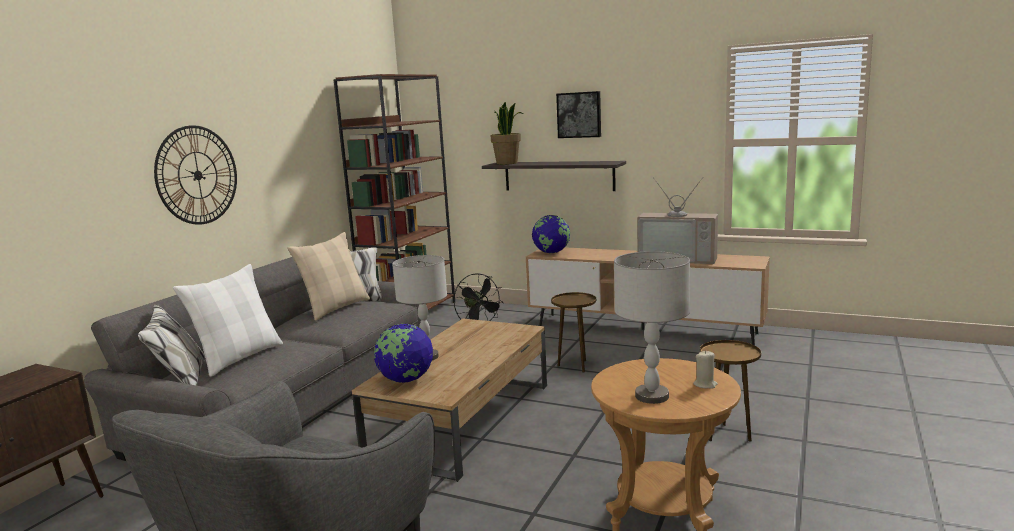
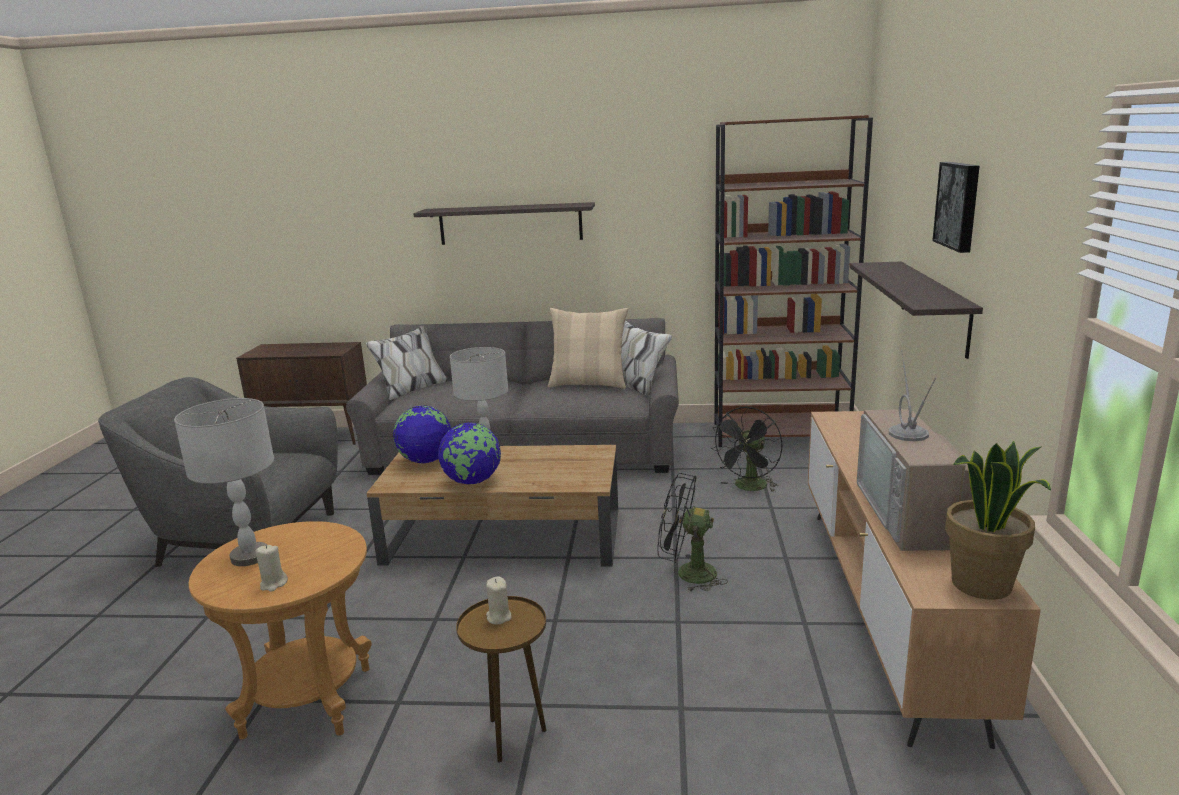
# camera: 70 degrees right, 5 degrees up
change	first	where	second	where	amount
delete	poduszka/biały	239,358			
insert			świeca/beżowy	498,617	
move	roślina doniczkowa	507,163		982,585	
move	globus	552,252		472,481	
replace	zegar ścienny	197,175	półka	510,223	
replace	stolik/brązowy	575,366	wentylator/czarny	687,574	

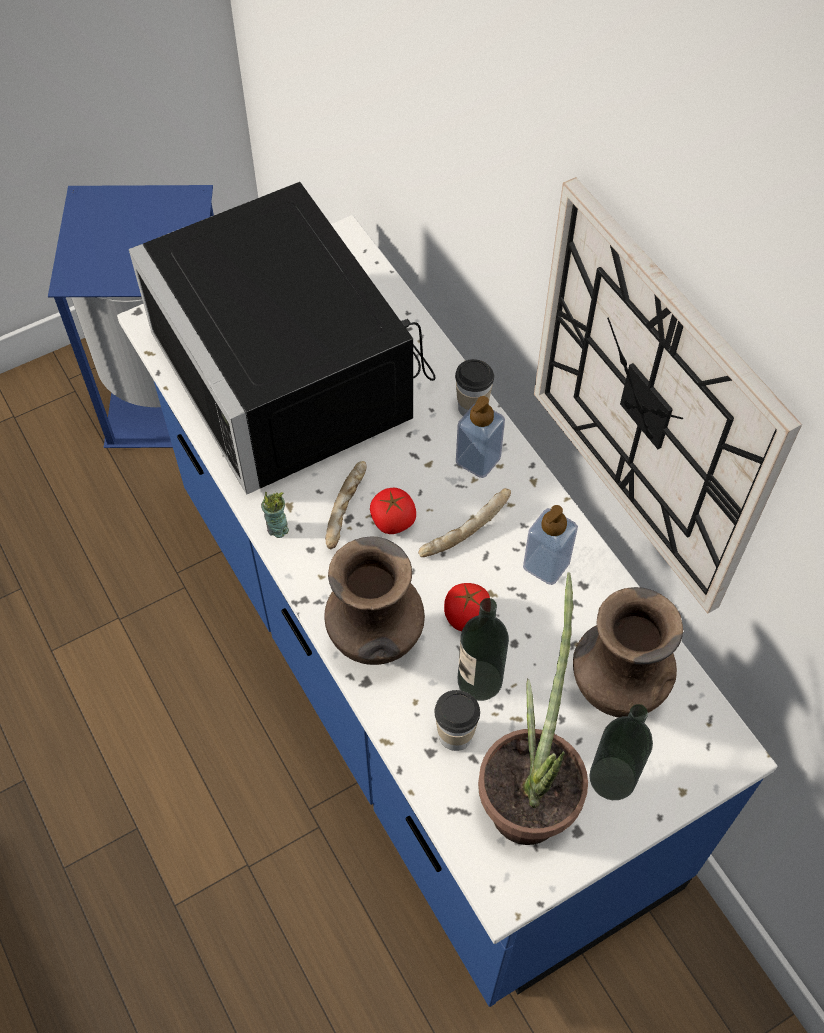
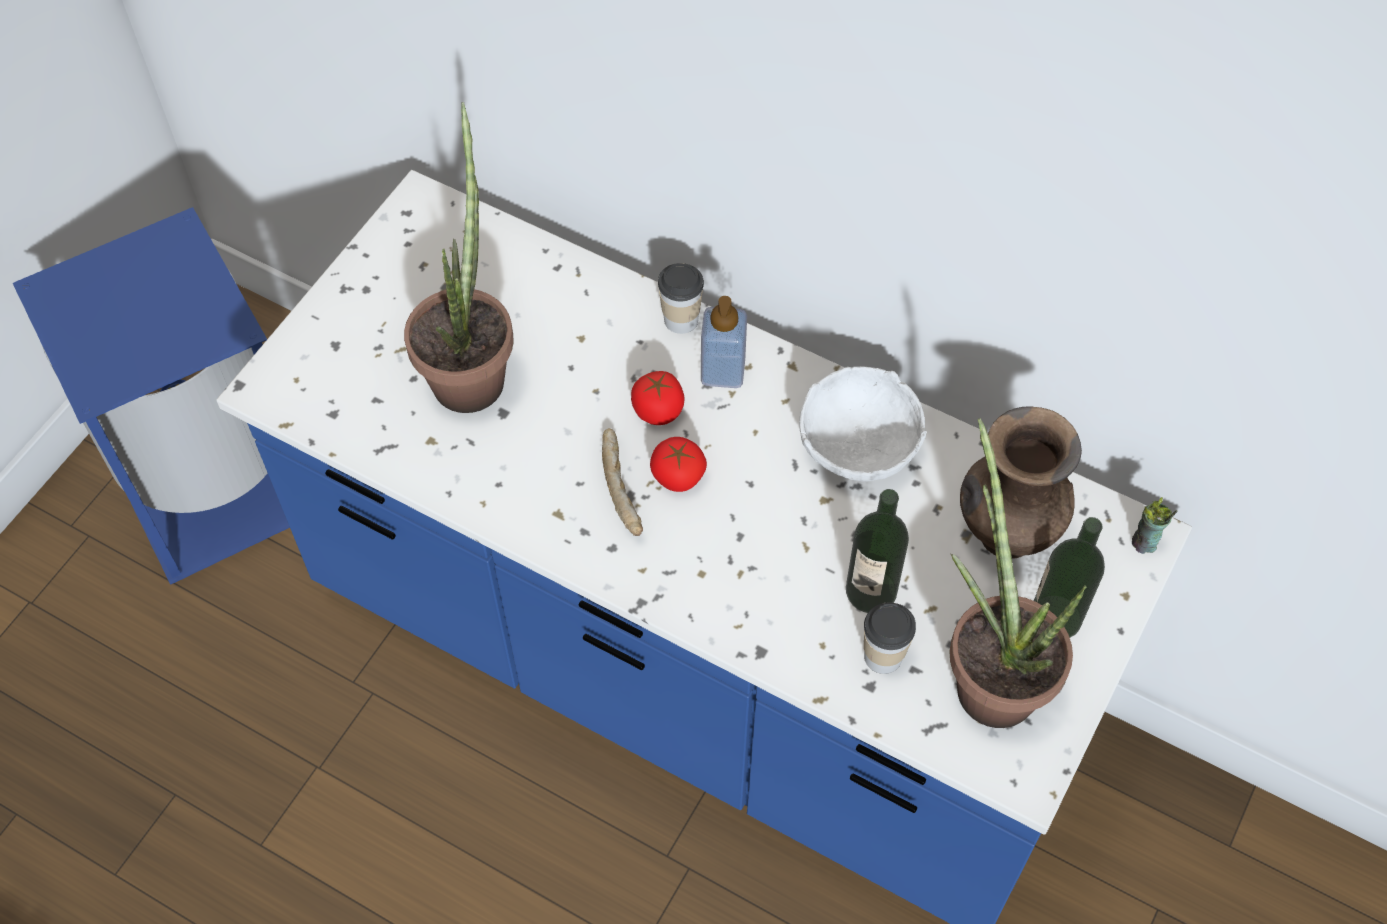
# camera: 30 degrees left, 0 degrees up
change	first	where	second	where	amount
delete	wazon/brązowy	376,644			
delete	chleb	464,528			
delete	zegar ścienny	651,403			
move	filiżanka	277,529		1144,543	
move	pomidor	466,616		658,410	
replace	mikrofalówka/czarny	299,373	roślina doniczkowa	472,369	
replace	dozownik mydła	546,565	miska/biały	860,444	

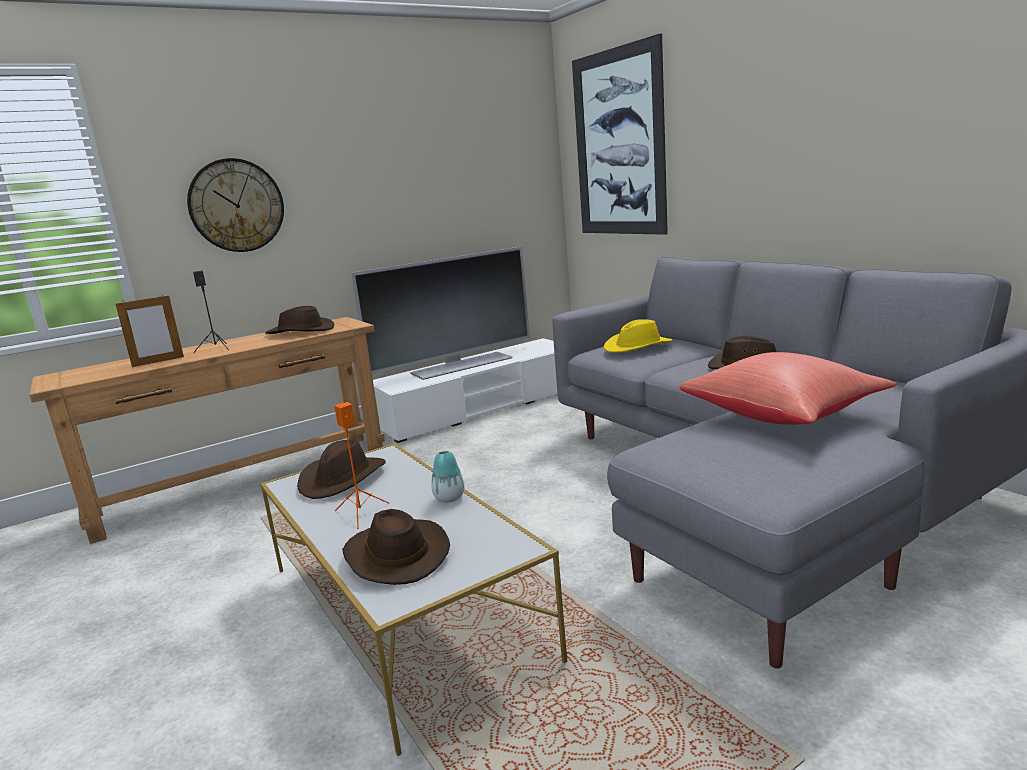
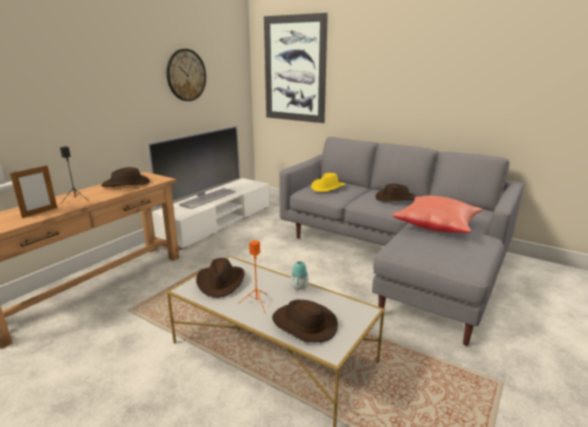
# camera: 25 degrees left, 5 degrees up
change	first	where	second	where	amount
move	zegar ścienny	236,205		186,75	

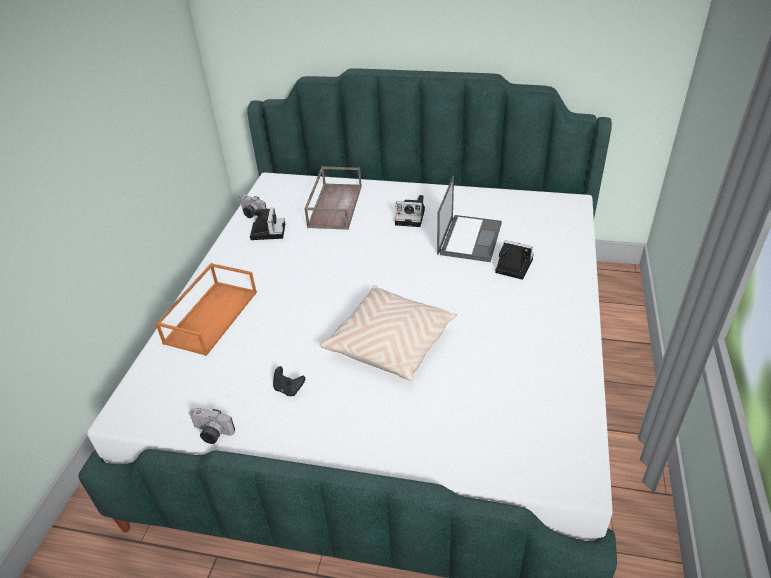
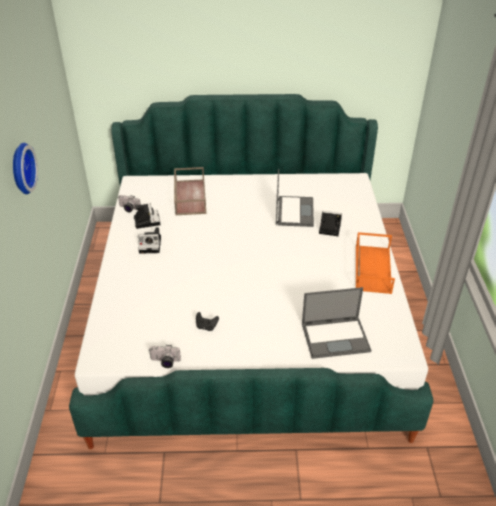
# camera: 15 degrees left, 0 degrees up
change	first	where	second	where	amount
delete	poduszka/beżowy	390,343			
insert			zegar ścienny	20,168	
insert			laptop	336,337	
move	taca/pomarańczowy	211,316		372,268	
move	aparat fotograficzny	411,217		151,245	

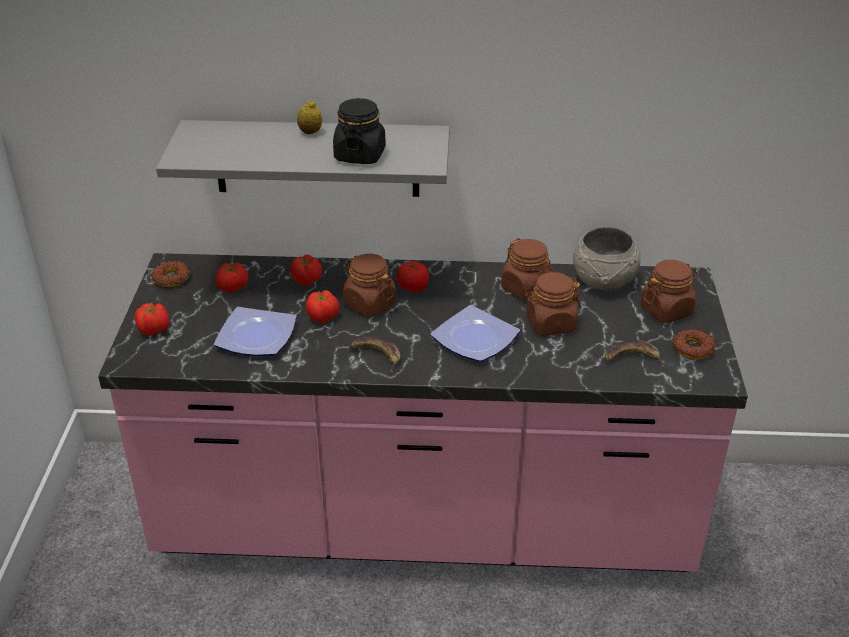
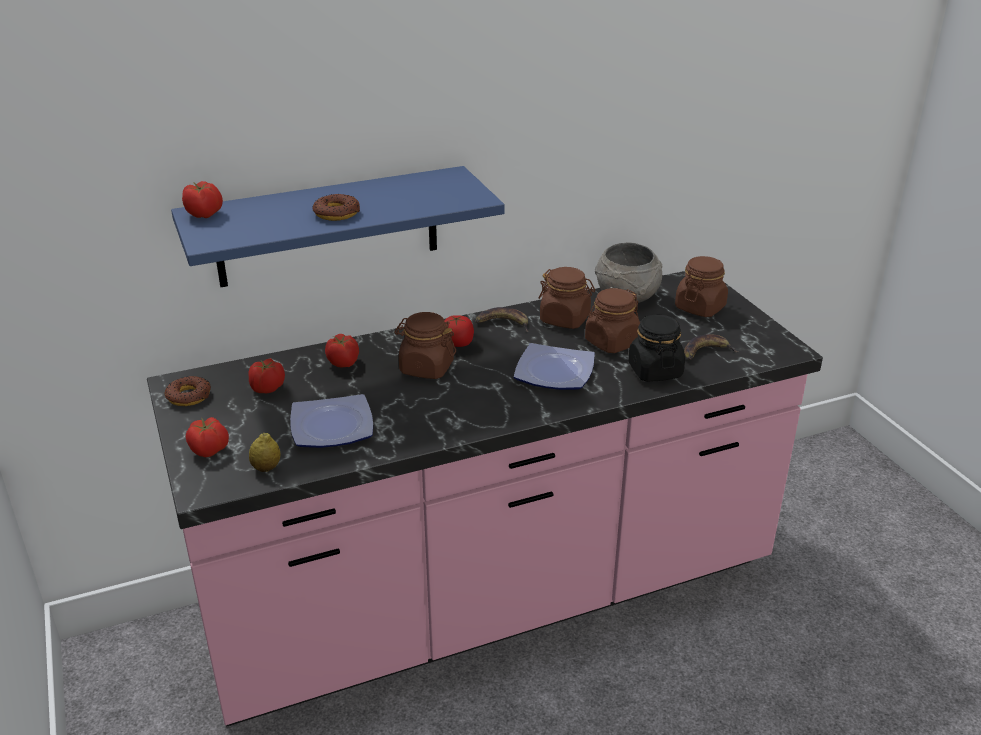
# camera: 25 degrees left, 5 degrees down
change	first	where	second	where	amount
move	cytryna	310,132		266,468	
move	pomidor	323,317		205,214	
move	słoik/czarny	360,155		654,370	
move	banan	376,355		502,323	
move	donut	693,348		337,213	
recolor	półka/szary	316,158	półka/niebieski	328,227	

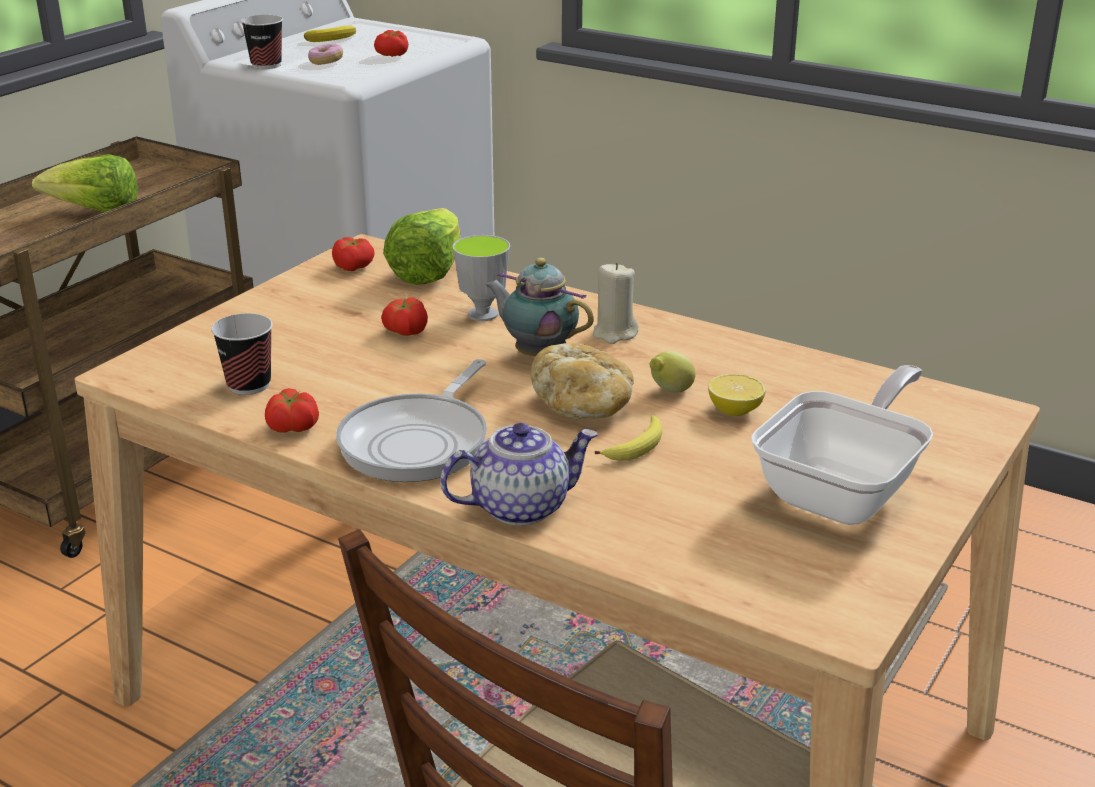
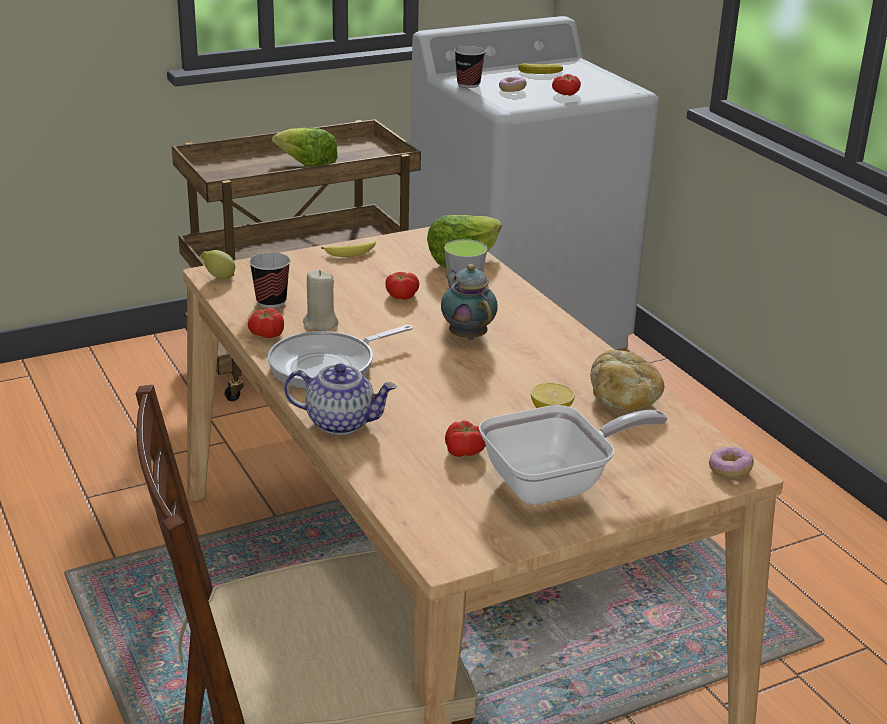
# camera: 30 degrees right, 0 degrees up
change	first	where	second	where	amount
insert			donut	729,470	
move	pomidor	354,267		465,451	
move	chleb	583,406		624,400	
move	świeca/beżowy	614,333		320,323	
move	banan	636,447		351,253	
move	cytryna	670,392		219,278	

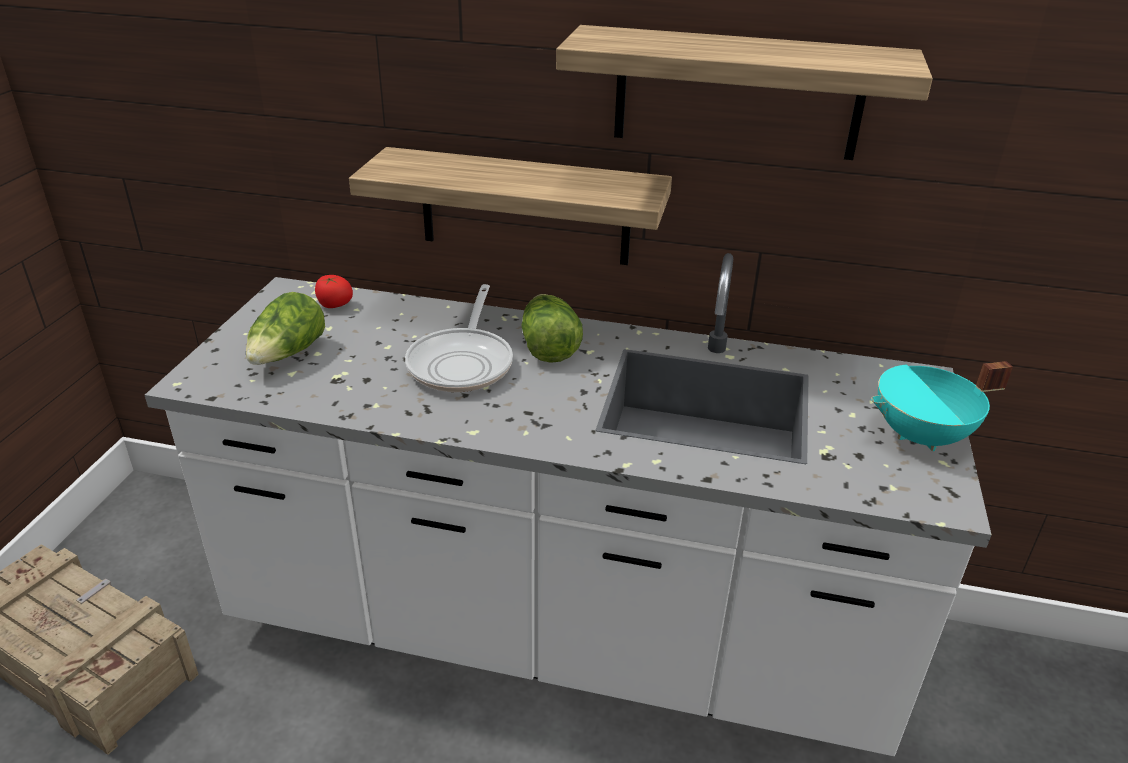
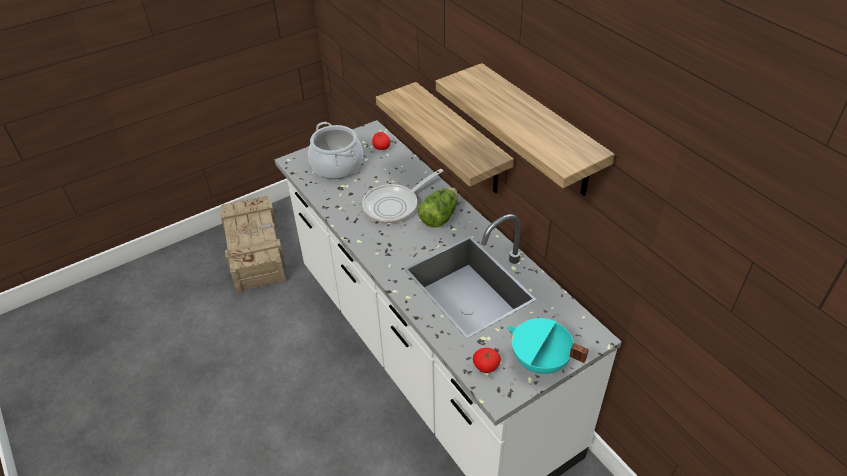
# camera: 45 degrees right, 10 degrees up
change	first	where	second	where	amount
insert			pomidor	485,366	
replace	sałata	288,354	garnek	337,165	

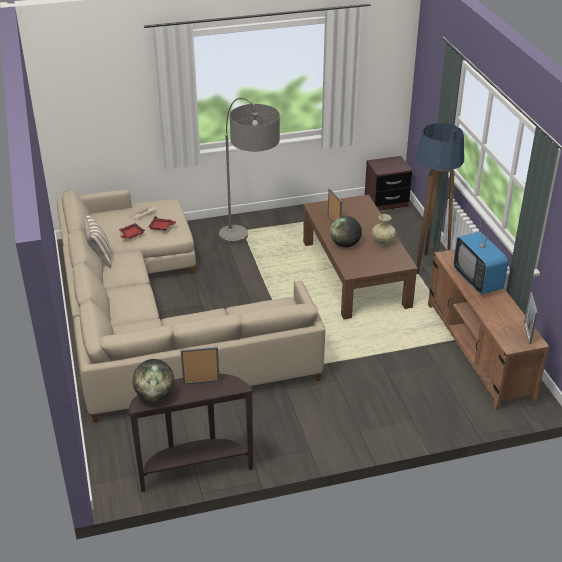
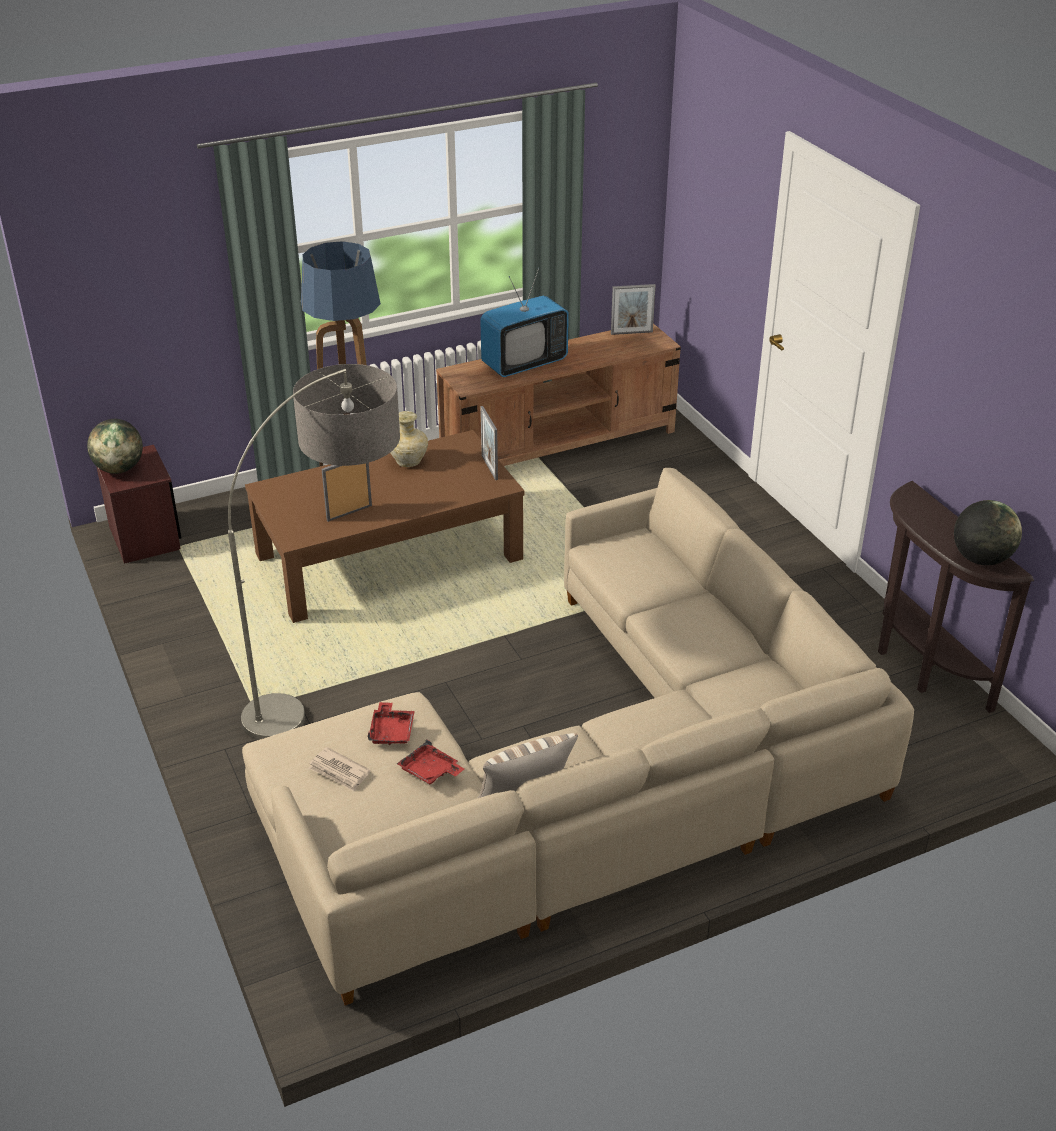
# camera: 100 degrees left, 0 degrees up
change	first	where	second	where	amount
move	ramka na zdjęcie	201,382		489,467	
move	globus	345,244		119,469	

